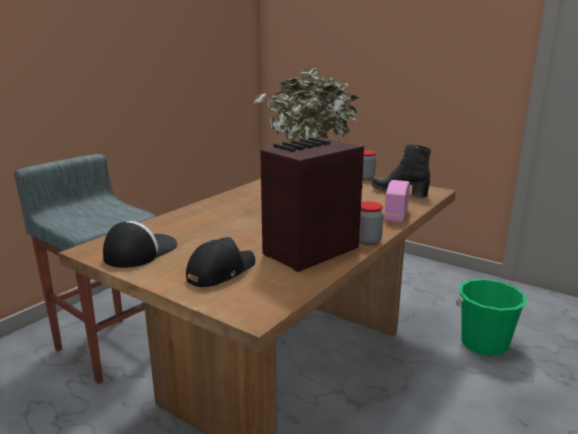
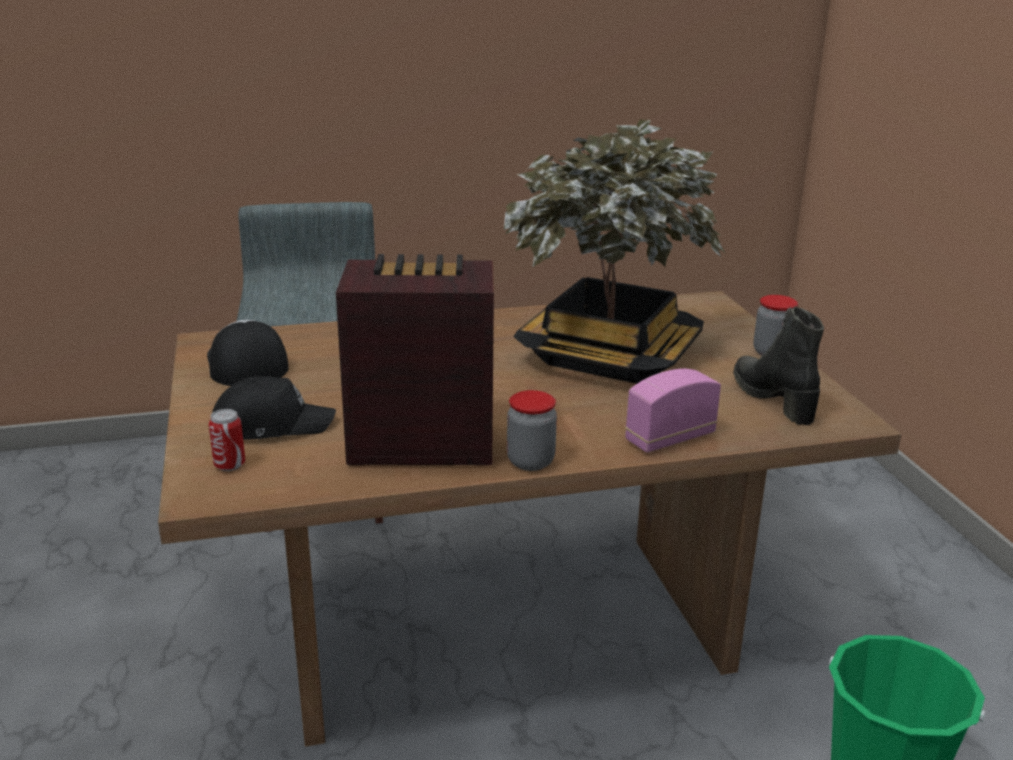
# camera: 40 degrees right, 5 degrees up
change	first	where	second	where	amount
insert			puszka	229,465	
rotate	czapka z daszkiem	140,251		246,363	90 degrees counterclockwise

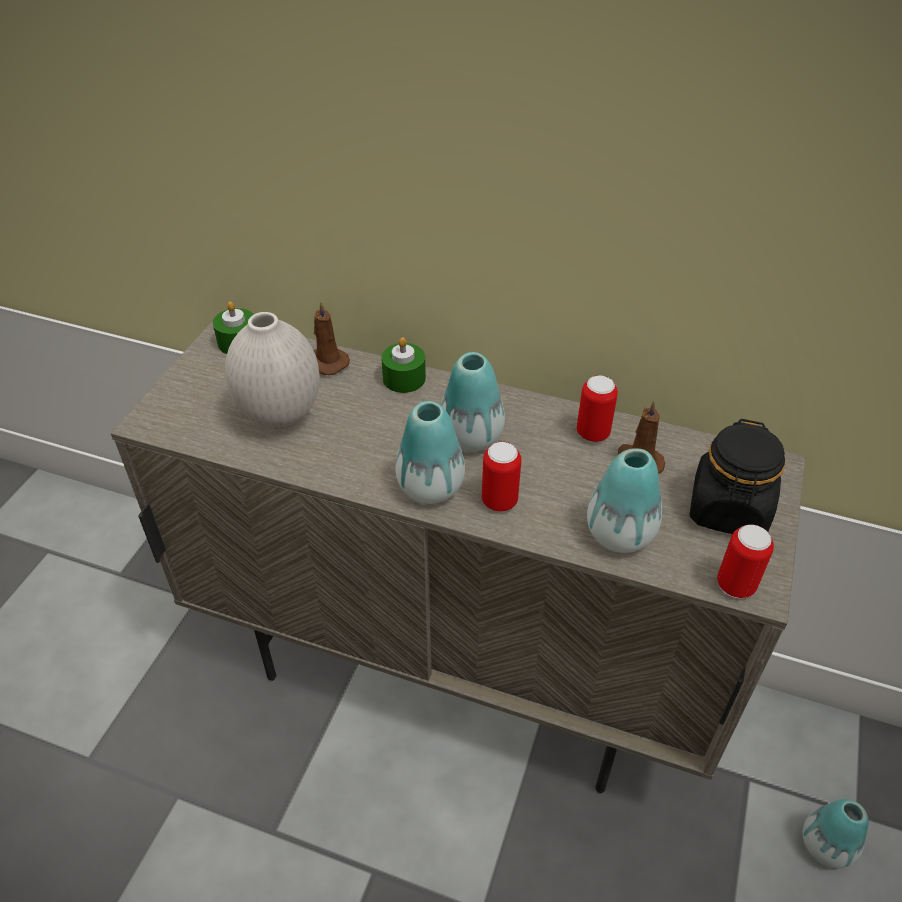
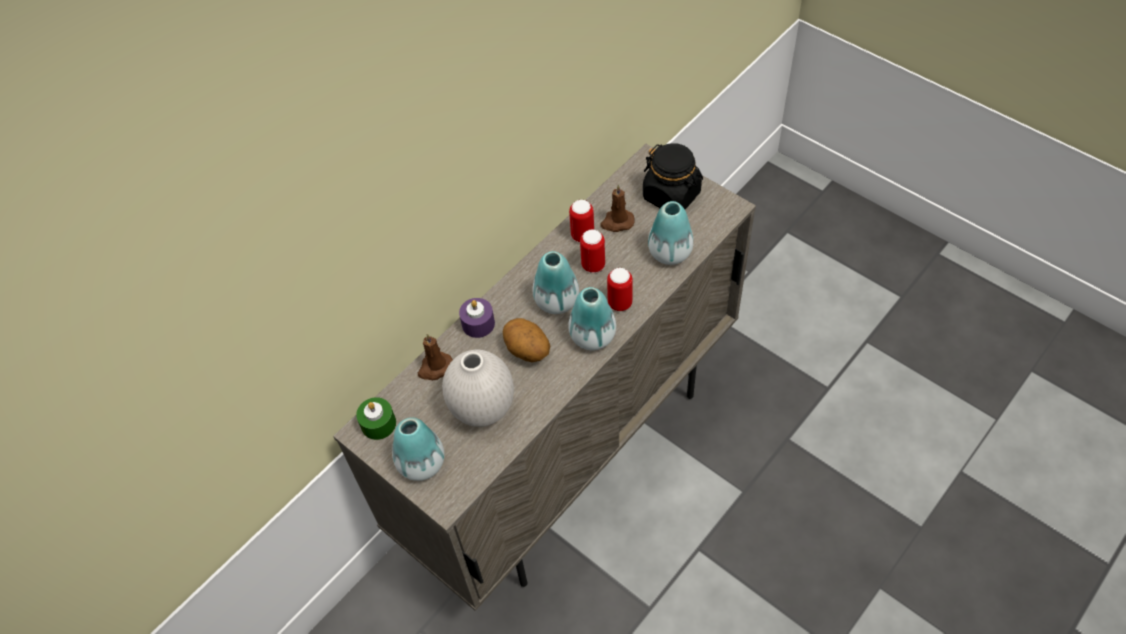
# camera: 65 degrees left, 10 degrees up
change	first	where	second	where	amount
insert			ziemniak	527,351	
move	puszka	735,585		593,265	
move	wazon	825,845		421,463	
recolor	świeca/zielony	404,378	świeca/fioletowy	478,324	

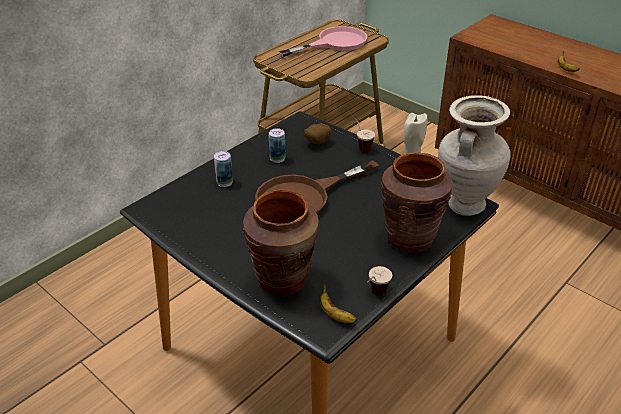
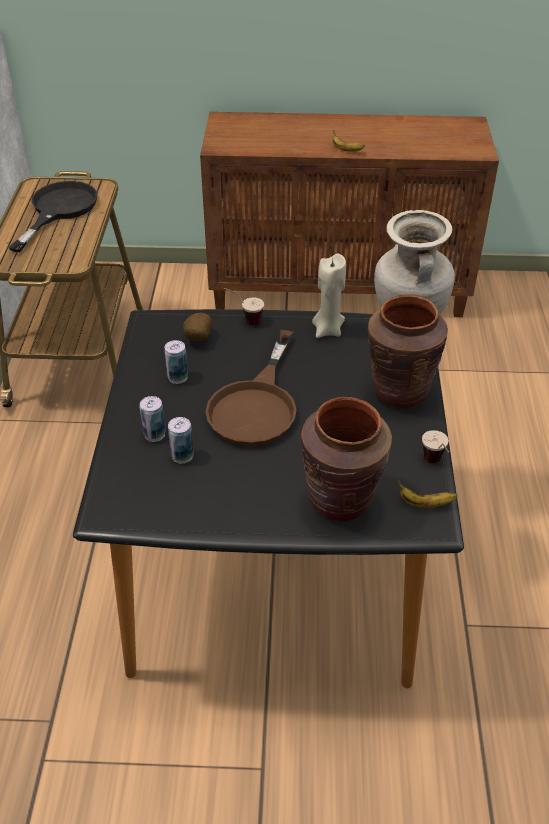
# camera: 40 degrees left, 5 degrees up
change	first	where	second	where	amount
insert			puszka	182,455	
recolor	patelnia/różowy	334,43	patelnia/czarny	58,210	

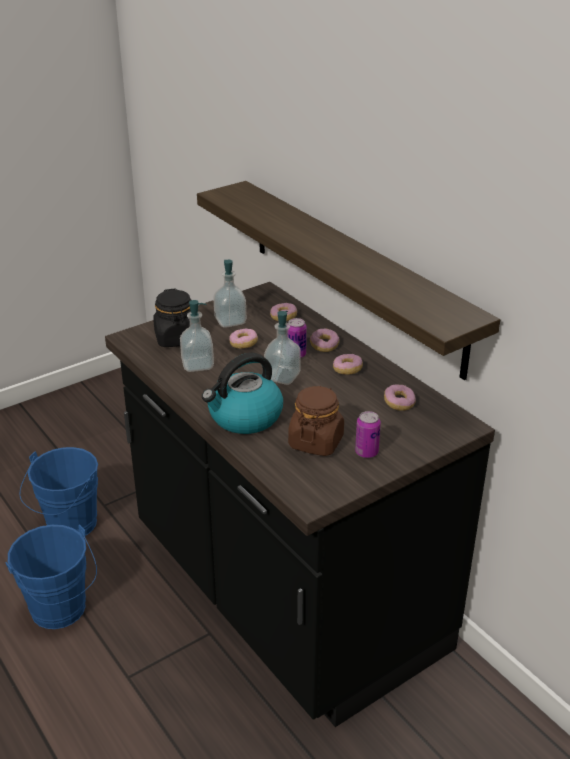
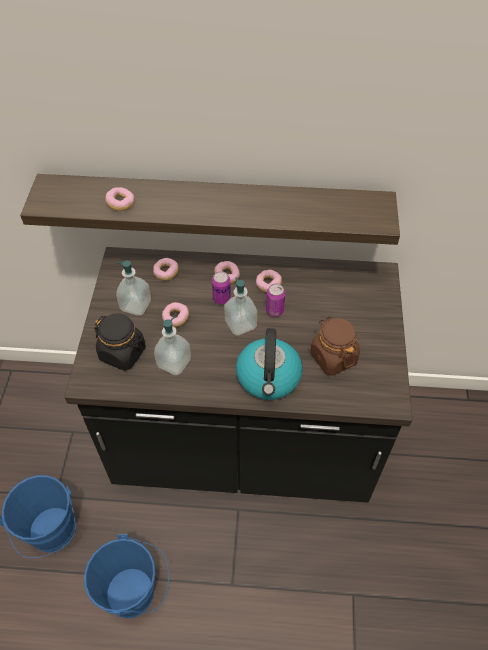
# camera: 50 degrees left, 20 degrees up
change	first	where	second	where	amount
move	puszka	366,452		274,311	
move	donut	399,403		121,204	

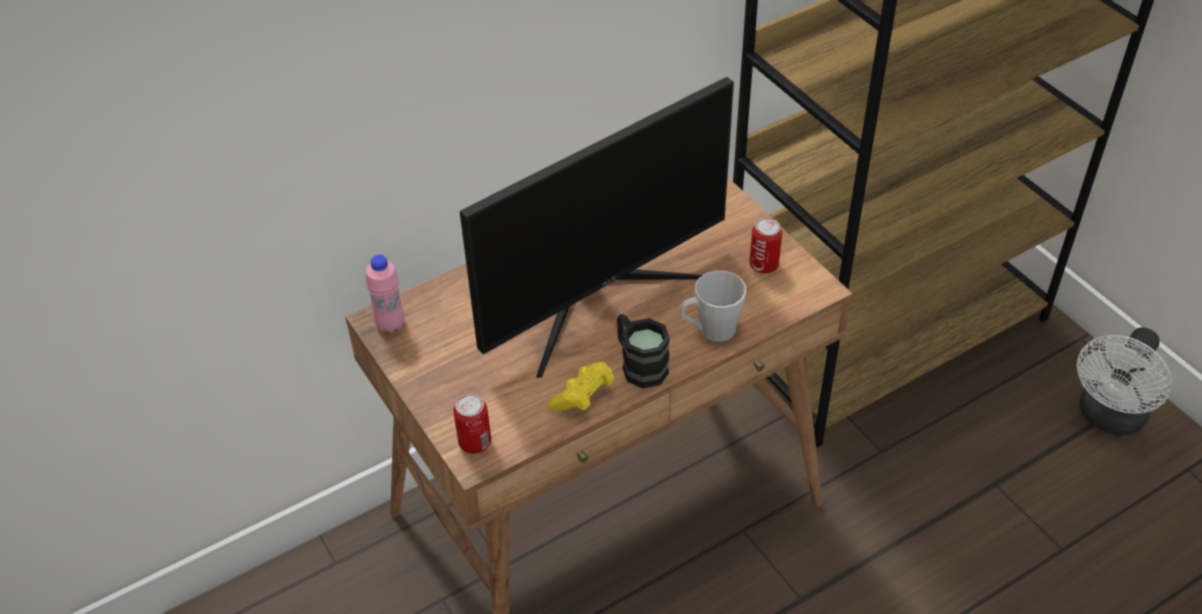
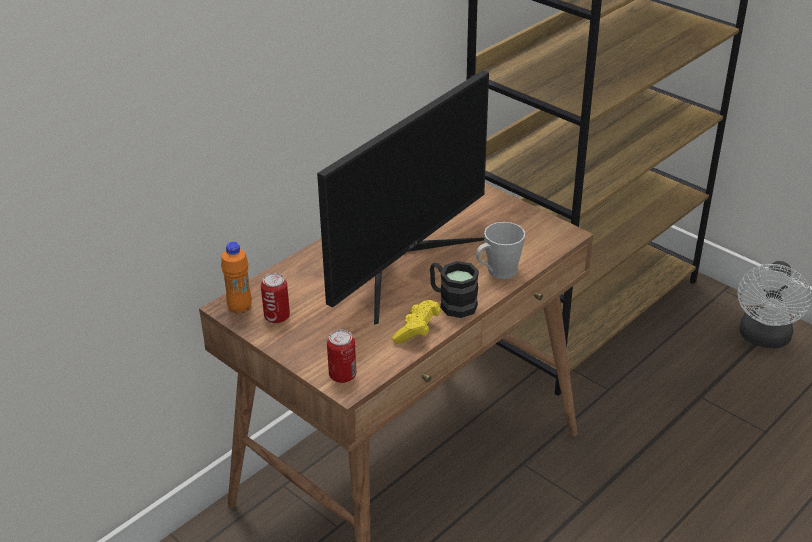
# camera: 15 degrees left, 10 degrees down
change	first	where	second	where	amount
move	puszka	763,265		277,317	
recolor	butelka/różowy	390,324	butelka/pomarańczowy	240,308	

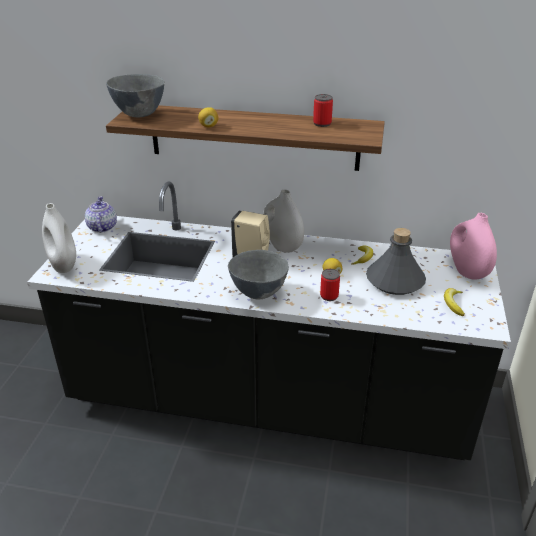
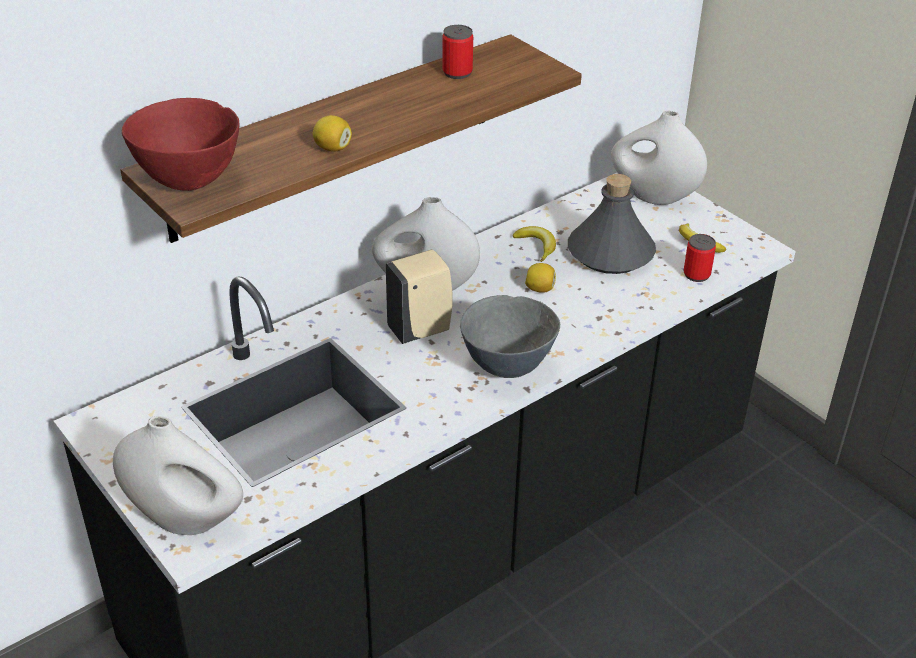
# camera: 50 degrees left, 5 degrees up
change	first	where	second	where	amount
delete	imbryk	102,227			
move	puszka	329,296		696,274	
recolor	miska/szary	140,115	miska/czerwony	189,180	
recolor	wazon/różowy	467,271	wazon/biały	653,197	

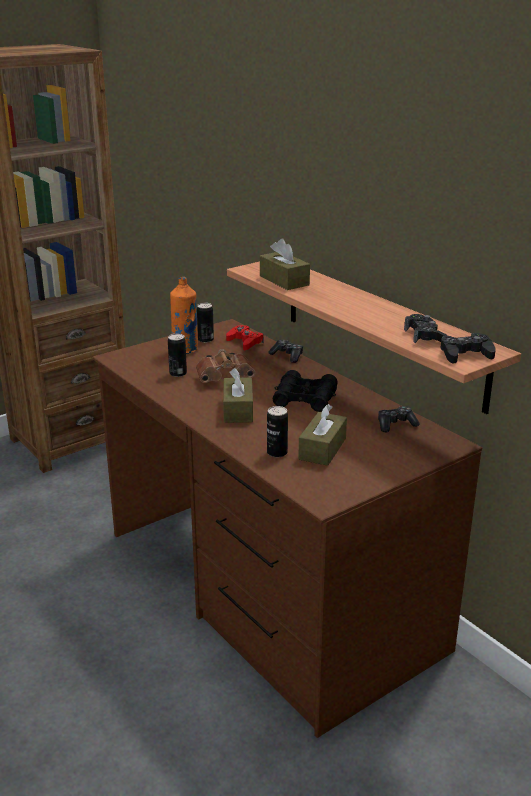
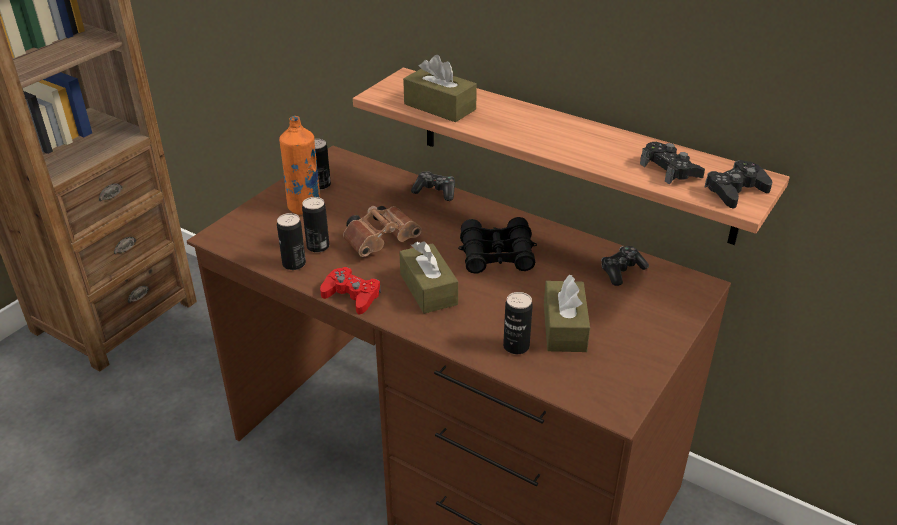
# camera: 20 degrees left, 10 degrees up
change	first	where	second	where	amount
insert			puszka	294,264	
move	pad do gier/czerwony	245,342		352,296	

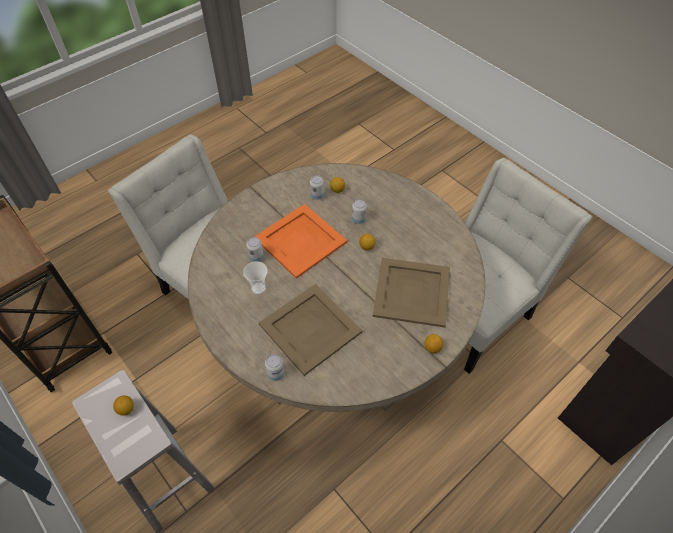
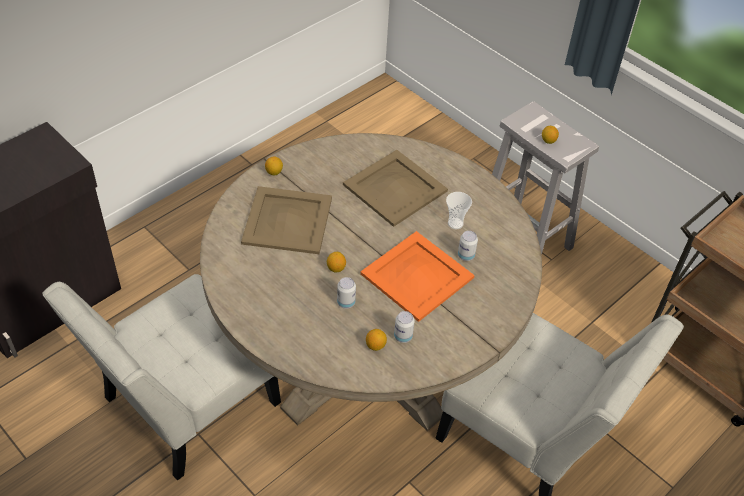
# camera: 175 degrees right, 5 degrees down
change	first	where	second	where	amount
delete	puszka	275,374			

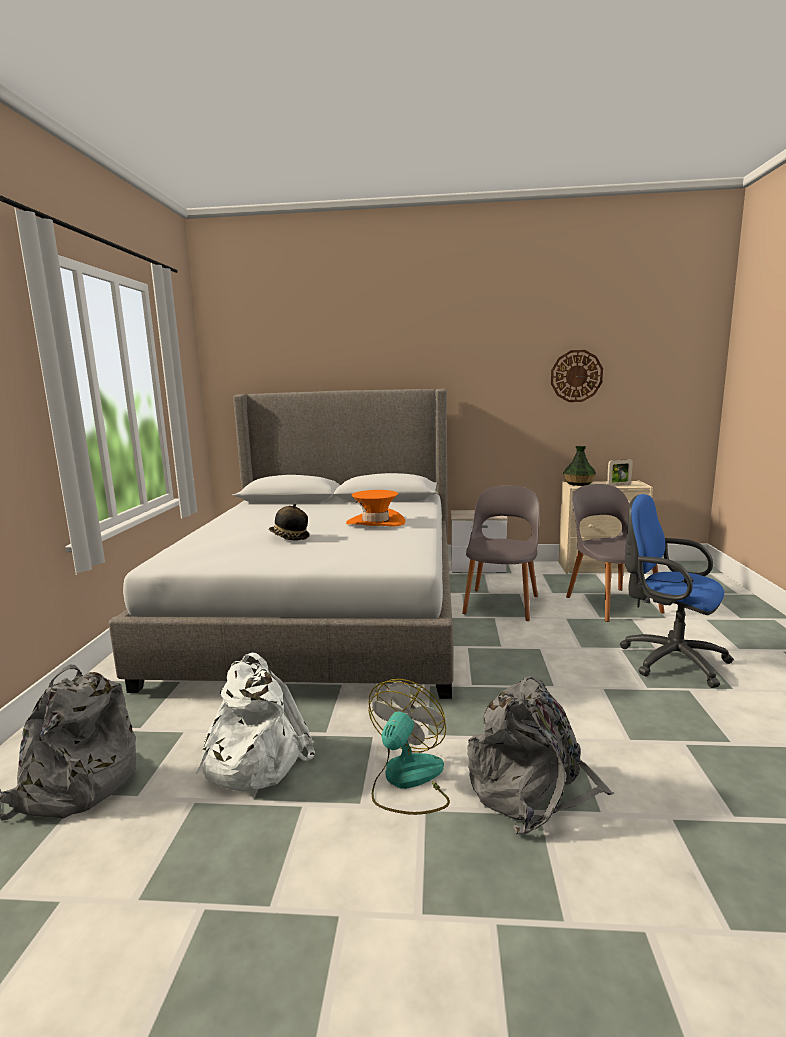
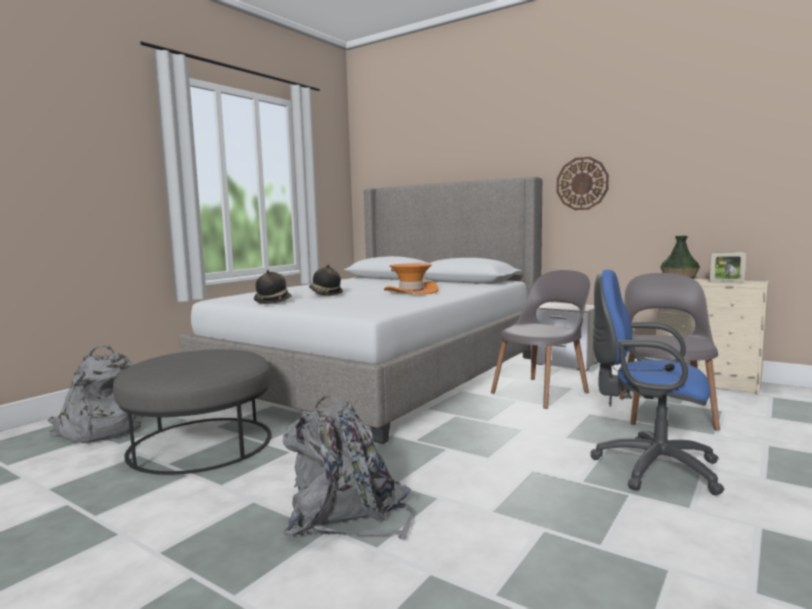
# camera: 30 degrees right, 5 degrees down
change	first	where	second	where	amount
delete	wentylator	407,781			
insert			kapelusz	273,301	
move	zegar ścienny	576,376		582,183	
replace	plecak/biały	253,758	pufa/szary	201,443	
rotate	krzesło biurowe/niebieski	668,659		649,467	45 degrees counterclockwise

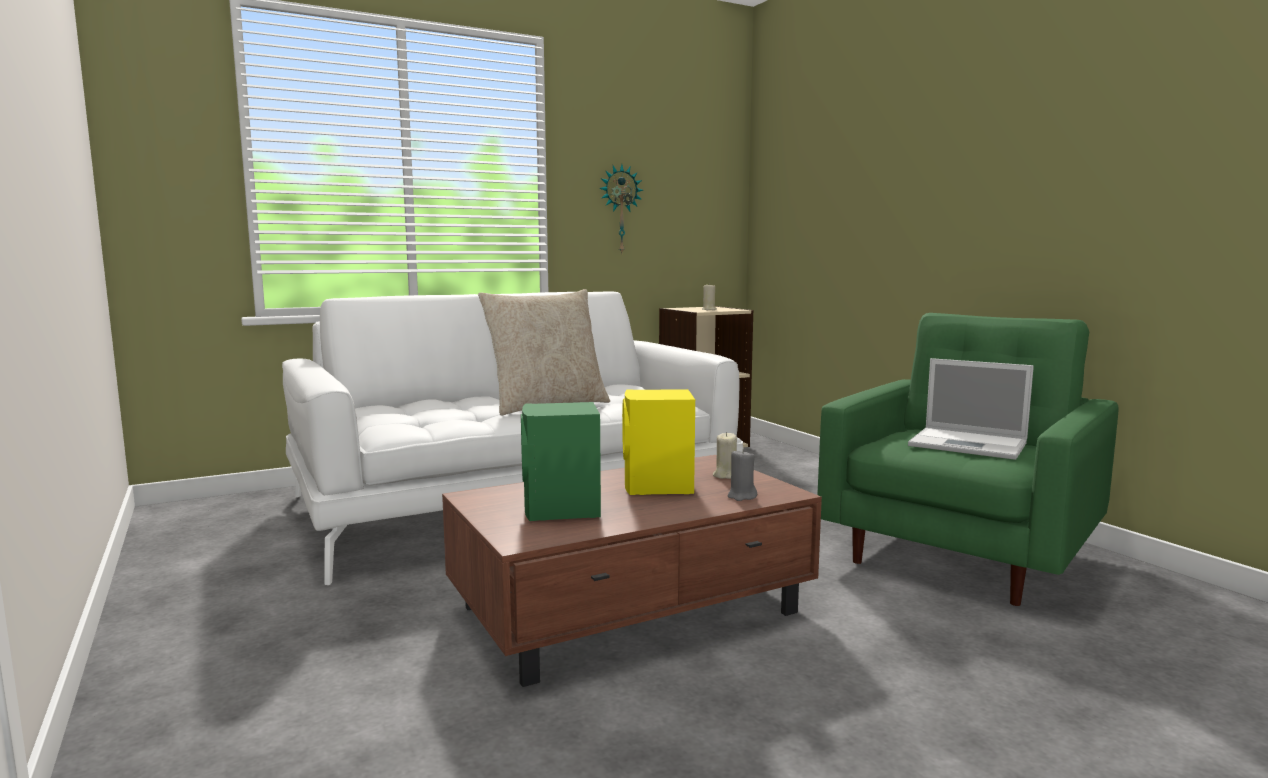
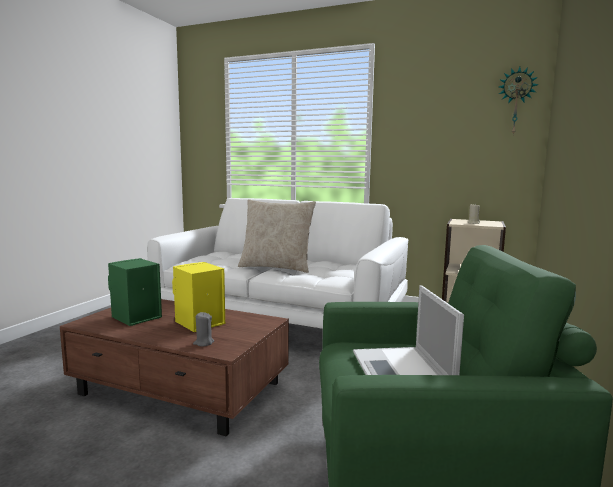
# camera: 50 degrees right, 0 degrees up
change	first	where	second	where	amount
delete	świeca/beżowy	725,475			
move	zegar ścienny	620,209		516,101	

